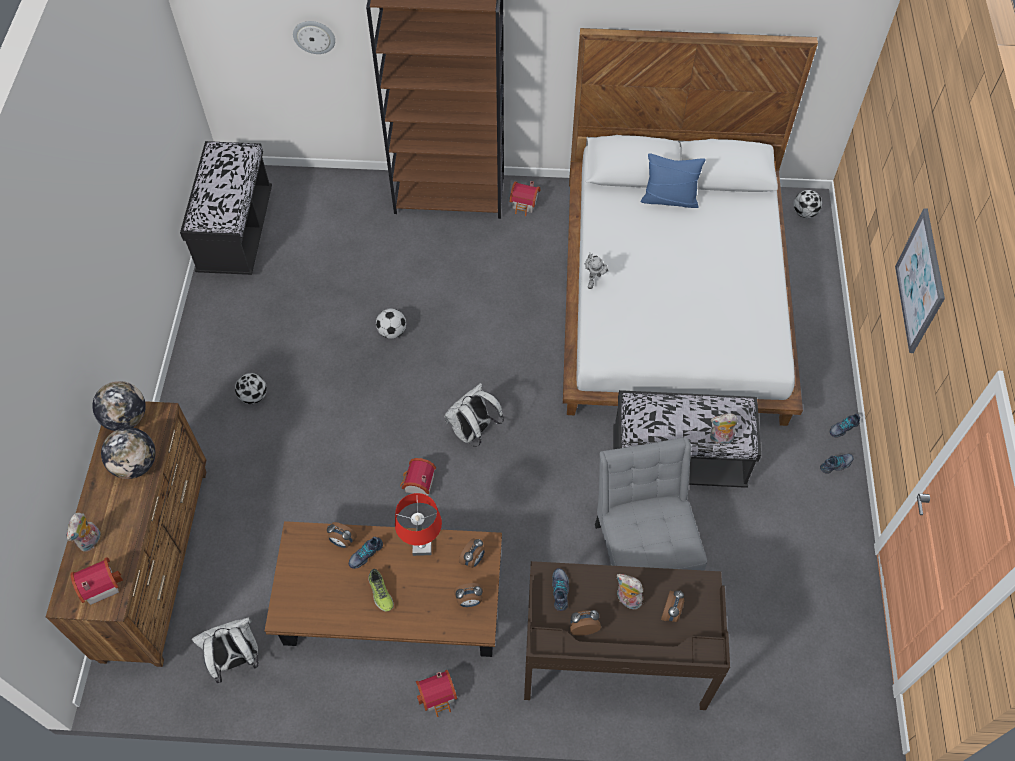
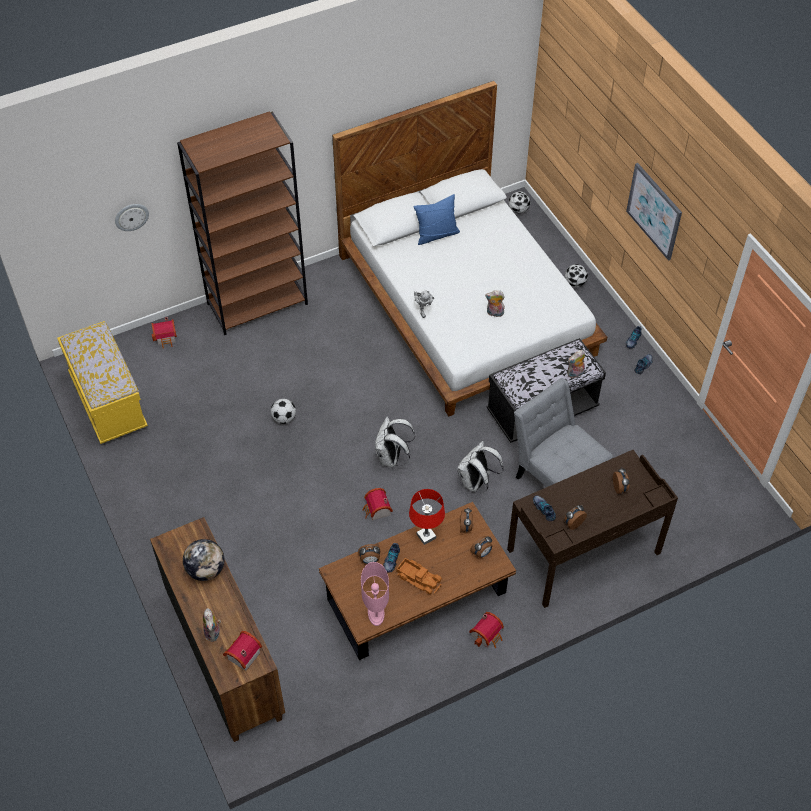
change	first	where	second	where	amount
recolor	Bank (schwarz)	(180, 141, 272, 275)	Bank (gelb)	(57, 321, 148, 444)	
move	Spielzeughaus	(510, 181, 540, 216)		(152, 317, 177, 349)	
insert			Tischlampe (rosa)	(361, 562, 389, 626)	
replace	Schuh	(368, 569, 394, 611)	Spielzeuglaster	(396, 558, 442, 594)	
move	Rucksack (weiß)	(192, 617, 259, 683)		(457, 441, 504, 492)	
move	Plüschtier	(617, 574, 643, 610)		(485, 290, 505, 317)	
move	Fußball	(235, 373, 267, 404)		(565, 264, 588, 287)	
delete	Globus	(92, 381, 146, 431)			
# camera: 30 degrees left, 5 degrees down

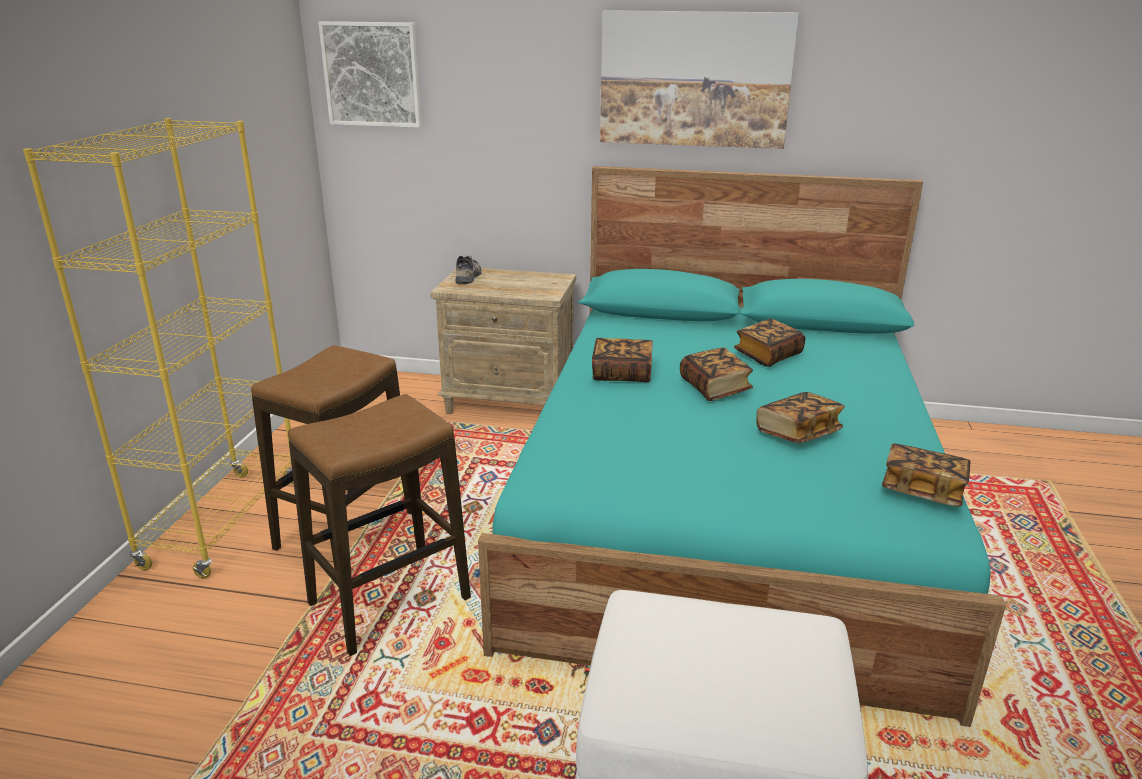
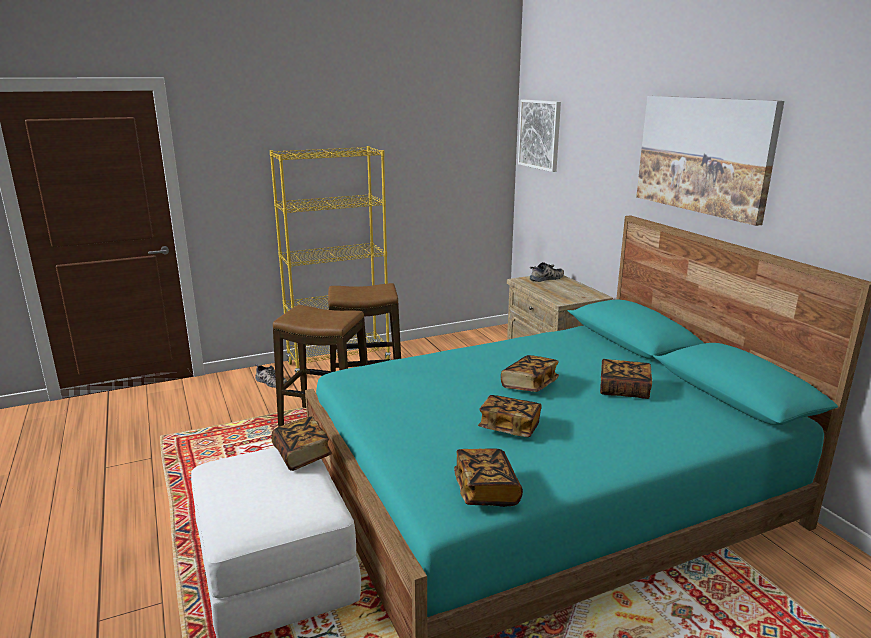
change	first	where	second	where	amount
insert			Schuh	(255, 364, 287, 388)	
move	Buch	(592, 338, 653, 382)		(271, 416, 332, 471)	
# camera: 55 degrees right, 5 degrees down

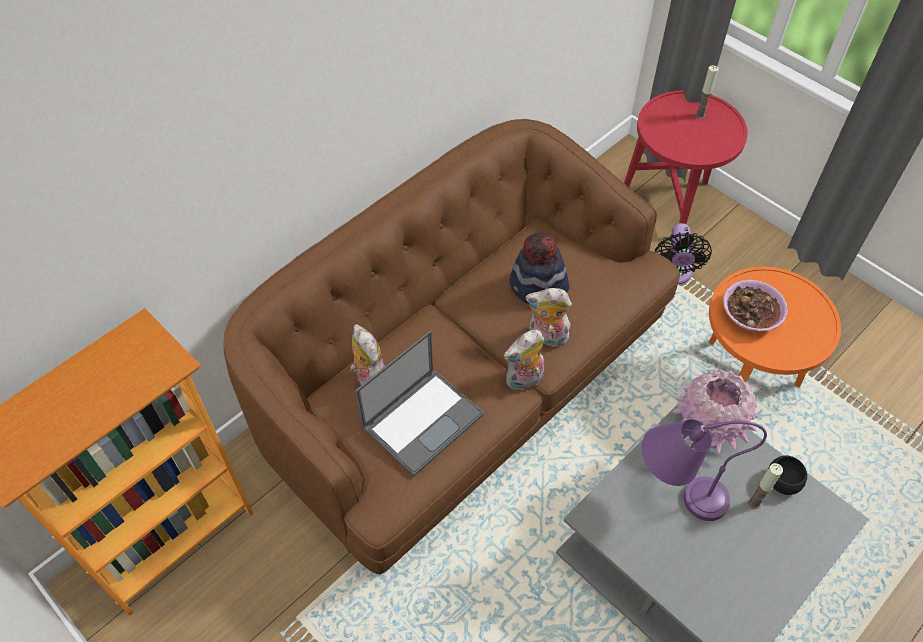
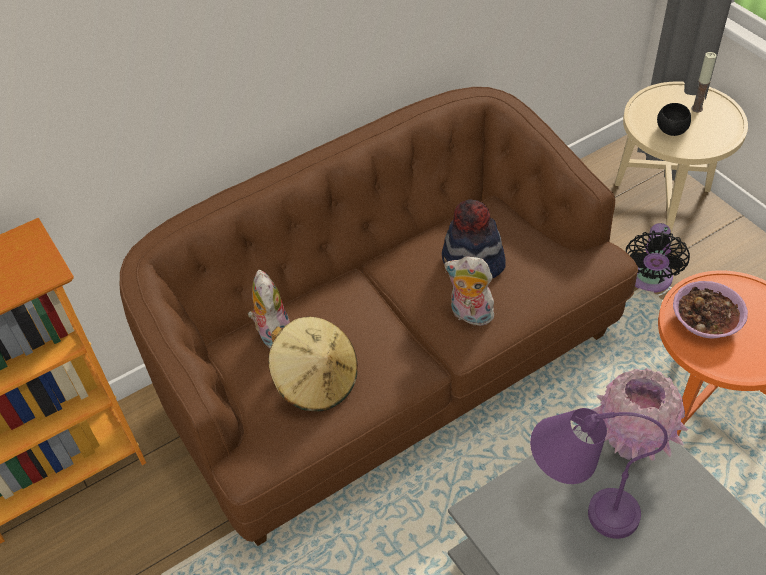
change	first	where	second	where	amount
replace	Laptop	(355, 331, 484, 477)	Hut (beige)	(268, 316, 358, 411)	
recolor	Beistelltisch (rot)	(624, 90, 748, 224)	Beistelltisch (beige)	(615, 81, 748, 233)	
move	Schüssel (schwarz)	(768, 455, 807, 495)		(657, 103, 691, 136)	
delete	Plüschtier	(504, 330, 544, 391)			
delete	Kerze	(748, 463, 783, 509)			
# camera: 15 degrees right, 5 degrees down

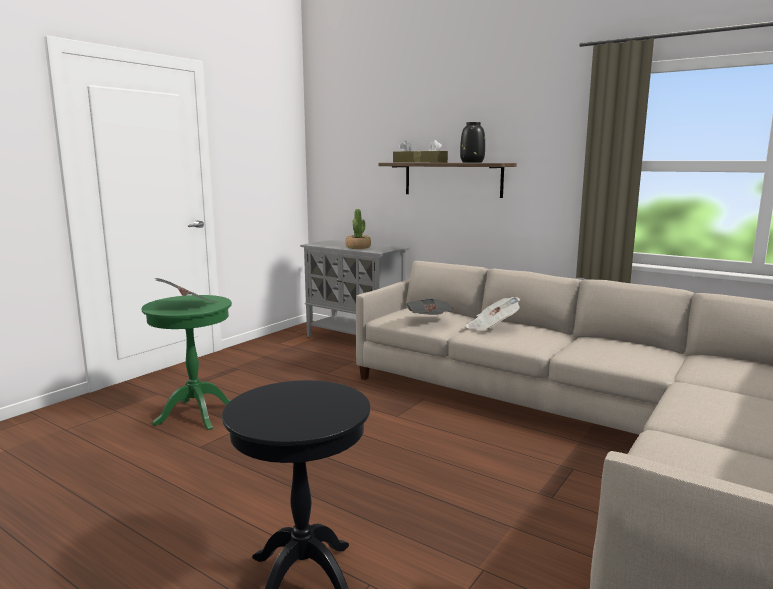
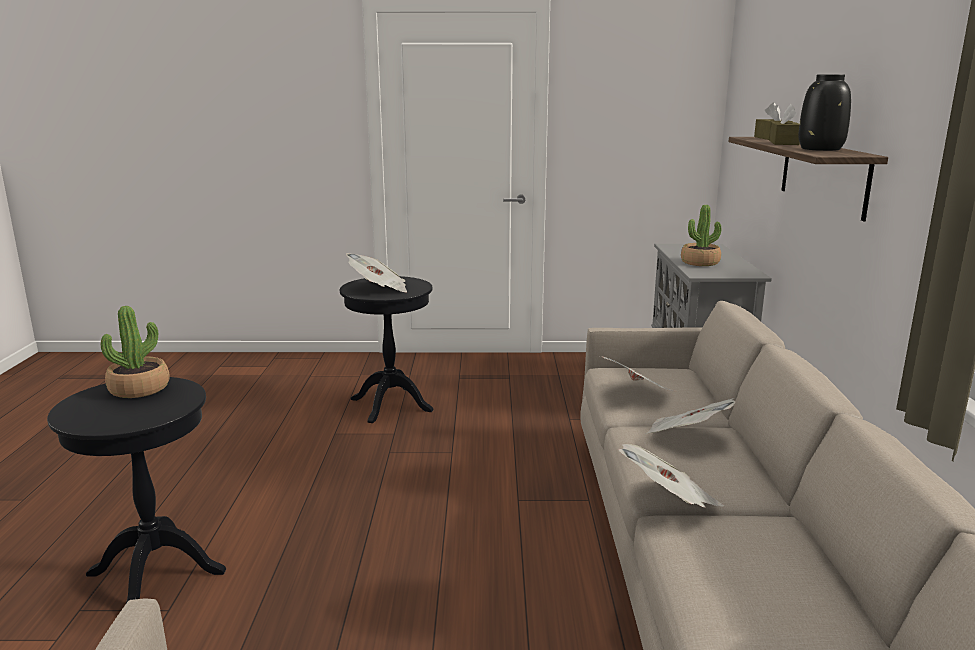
change	first	where	second	where	amount
insert			Topfpflanze	(101, 306, 170, 398)	
recolor	Beistelltisch (grün)	(142, 295, 232, 430)	Beistelltisch (schwarz)	(340, 276, 433, 423)	
insert			Zeitung	(618, 444, 724, 508)	
# camera: 55 degrees right, 5 degrees up

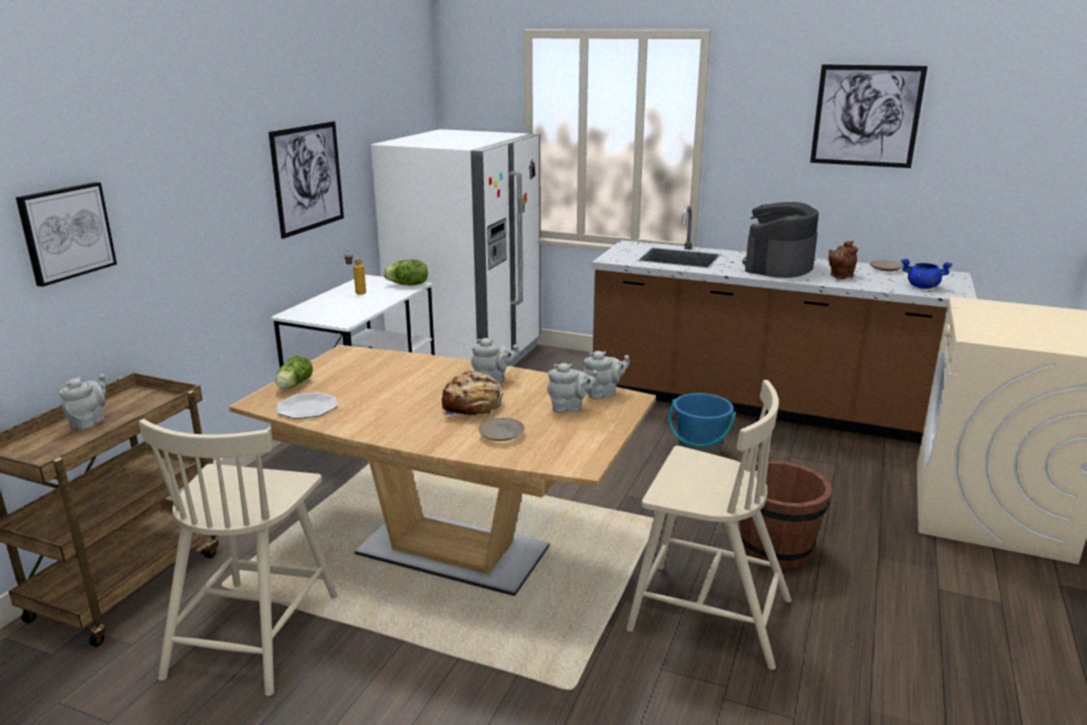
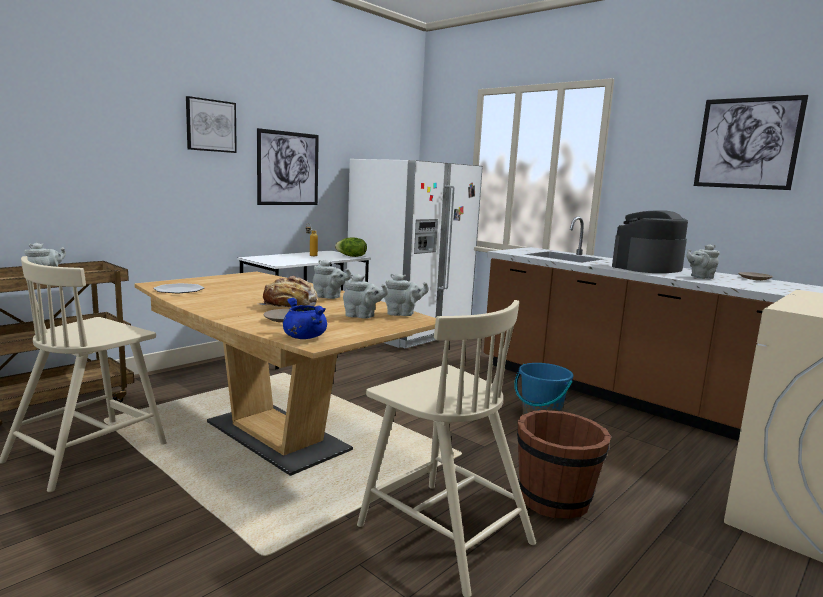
change	first	where	second	where	amount
move	Bild	(16, 182, 117, 287)		(186, 96, 237, 153)	
move	Kochtopf (blau)	(901, 259, 952, 289)		(283, 298, 327, 339)	
recolor	Teekanne (braun)	(828, 241, 858, 279)	Teekanne (grau)	(687, 244, 720, 279)	
delete	Salatkopf	(275, 356, 313, 389)			
# camera: 20 degrees right, 10 degrees down

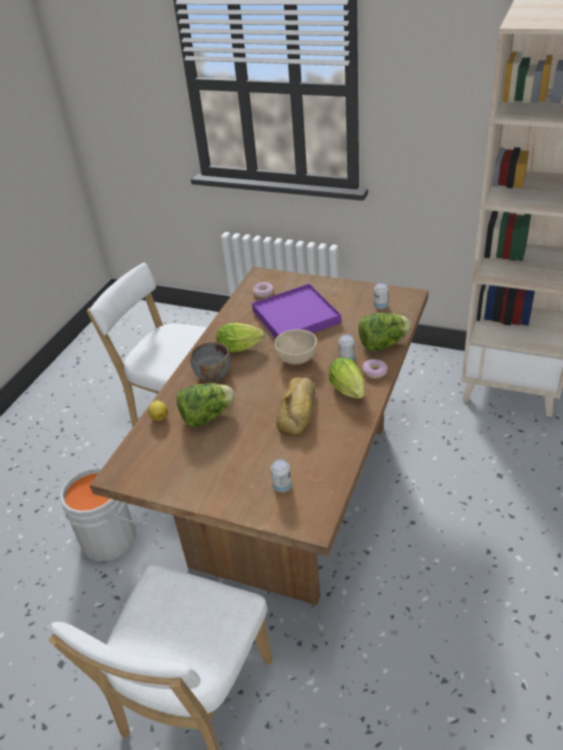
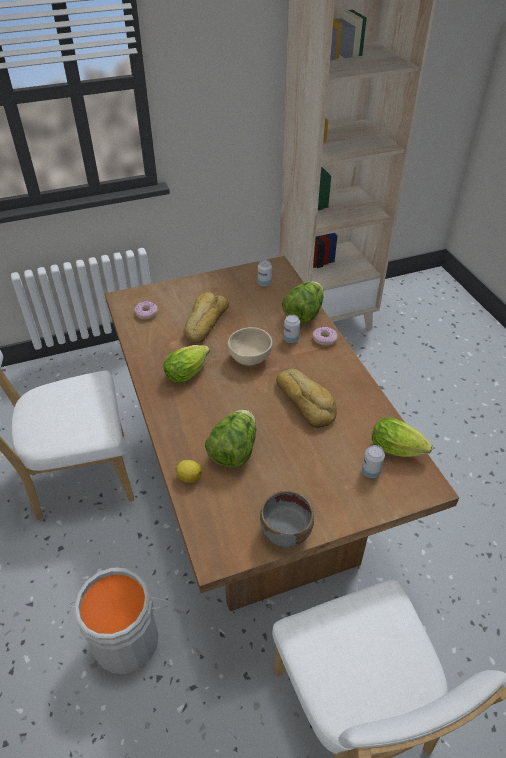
change	first	where	second	where	amount
replace	Tablett (lila)	(252, 284, 341, 338)	Brot	(183, 292, 229, 343)	
move	Schüssel (grau)	(190, 342, 231, 381)		(260, 491, 314, 547)	
move	Salatkopf	(329, 357, 365, 399)		(372, 417, 433, 457)	
# camera: 45 degrees left, 5 degrees up

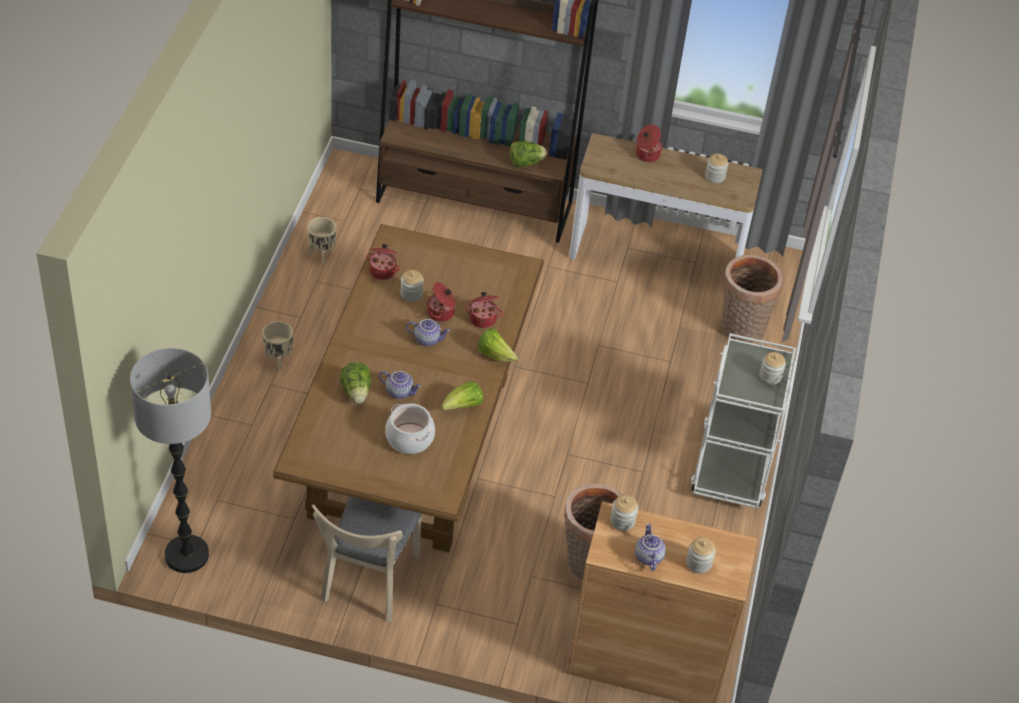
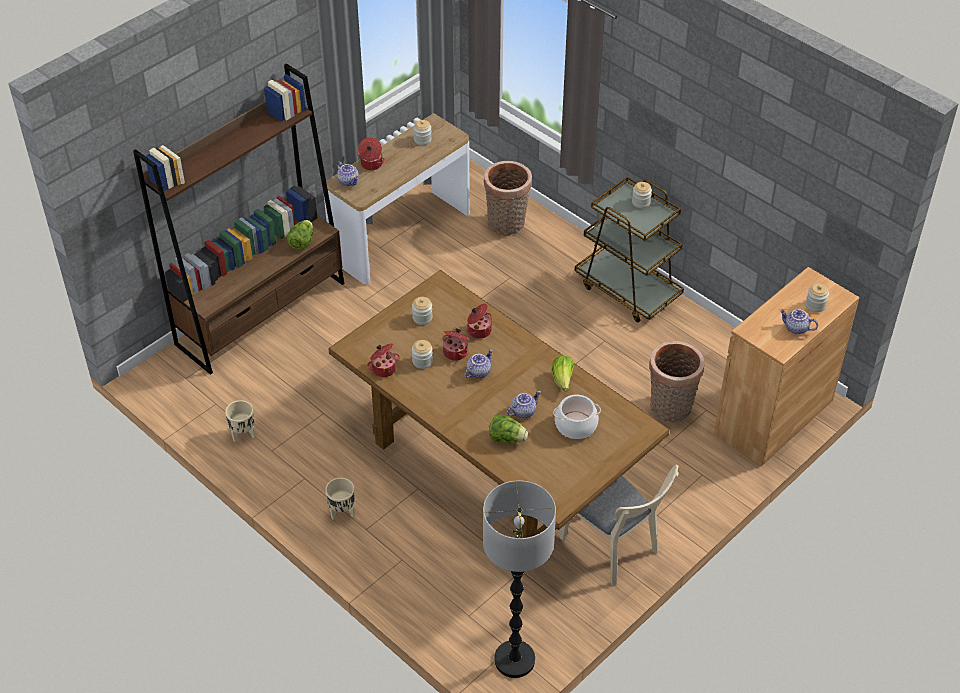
change	first	where	second	where	amount
insert			Teekanne	(337, 161, 359, 186)	
move	Vorratsglas	(610, 495, 638, 531)		(412, 297, 433, 325)	
recolor	Rollwagen (weiß)	(690, 333, 796, 509)	Rollwagen (braun)	(574, 176, 684, 323)	
delete	Salatkopf	(478, 329, 518, 362)			
# camera: 55 degrees left, 0 degrees up

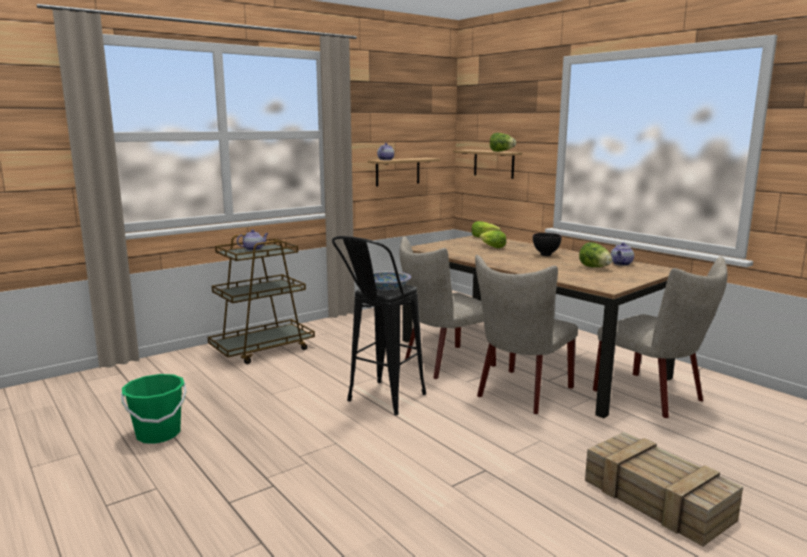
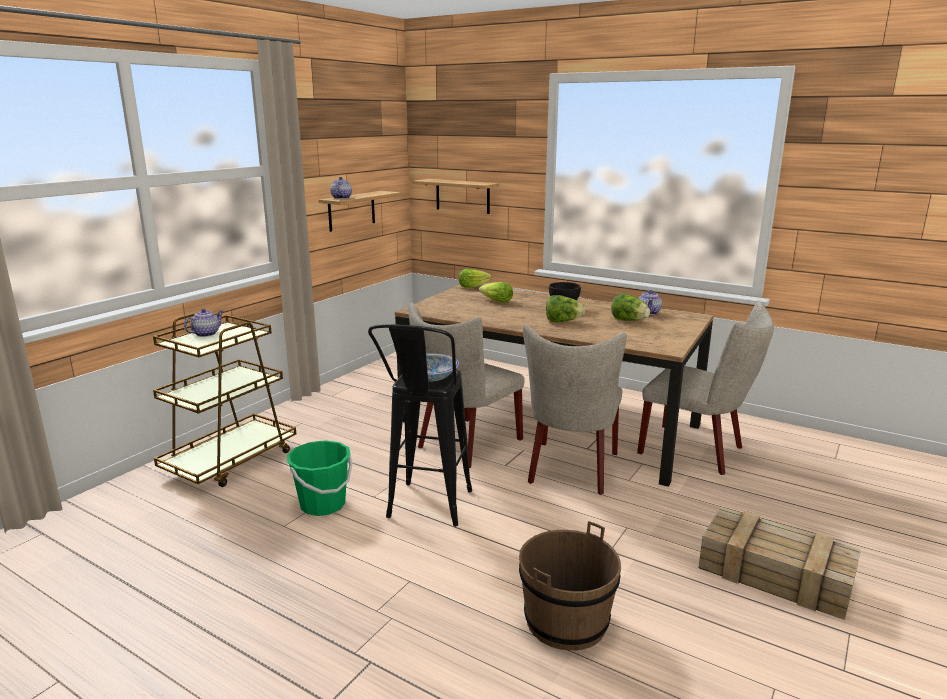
change	first	where	second	where	amount
move	Eimer (grün)	(121, 374, 186, 444)		(287, 440, 352, 516)	
insert			Eimer (braun)	(519, 521, 621, 651)	
move	Salatkopf	(490, 133, 516, 152)		(546, 295, 585, 322)	
# camera: 20 degrees left, 5 degrees up

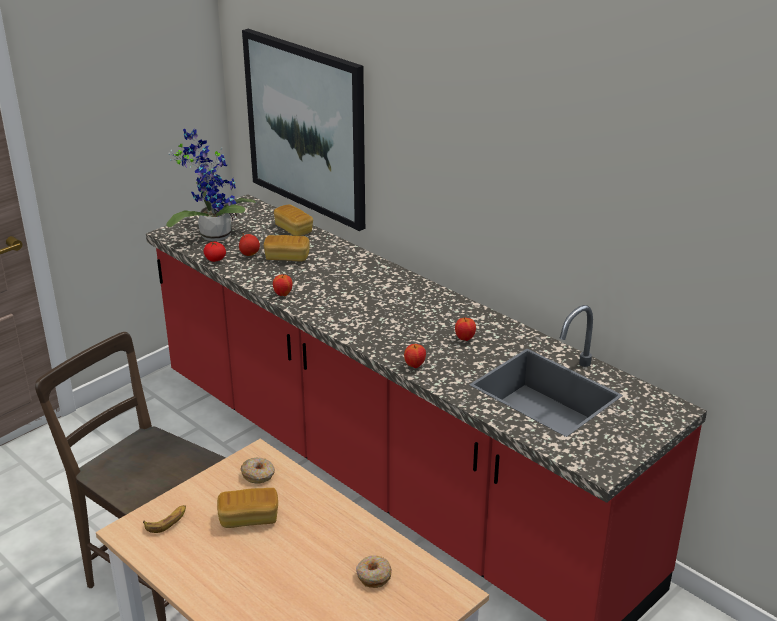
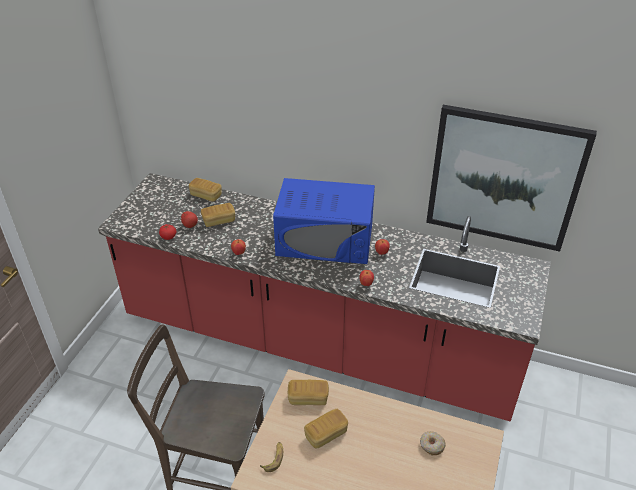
change	first	where	second	where	amount
insert			Mikrowelle (blau)	(273, 178, 375, 264)	
replace	Donut	(240, 458, 275, 484)	Brot	(288, 380, 329, 405)	
move	Bild	(242, 29, 365, 231)		(426, 105, 597, 252)	
delete	Topfpflanze	(166, 128, 257, 241)			
# camera: 25 degrees left, 10 degrees up

